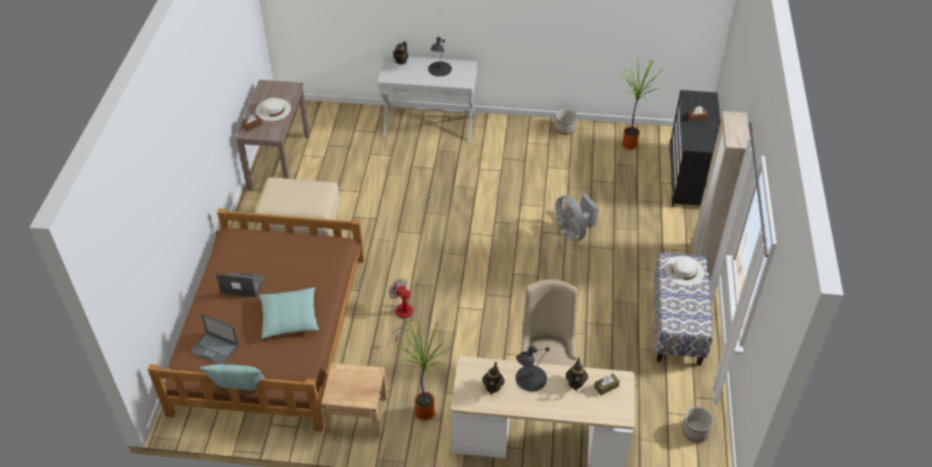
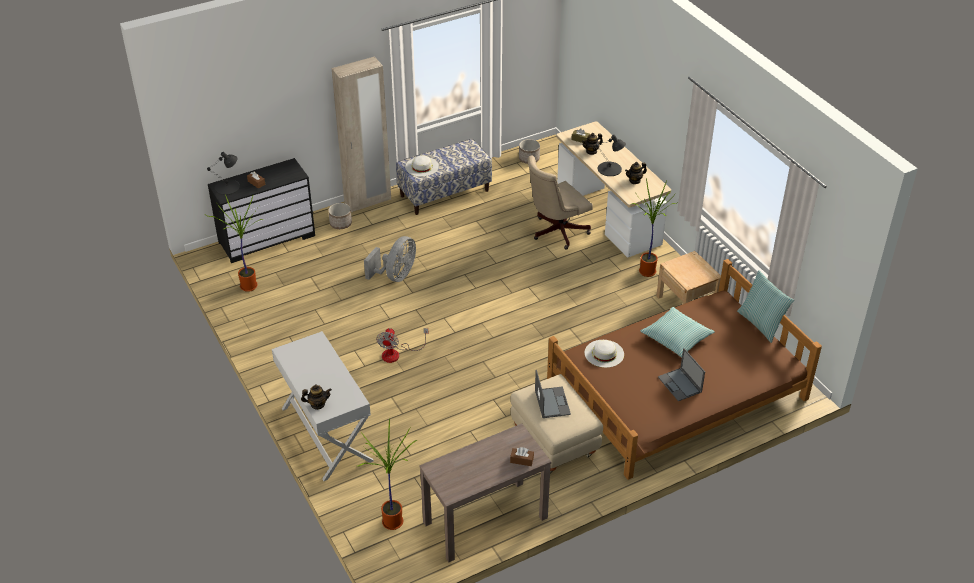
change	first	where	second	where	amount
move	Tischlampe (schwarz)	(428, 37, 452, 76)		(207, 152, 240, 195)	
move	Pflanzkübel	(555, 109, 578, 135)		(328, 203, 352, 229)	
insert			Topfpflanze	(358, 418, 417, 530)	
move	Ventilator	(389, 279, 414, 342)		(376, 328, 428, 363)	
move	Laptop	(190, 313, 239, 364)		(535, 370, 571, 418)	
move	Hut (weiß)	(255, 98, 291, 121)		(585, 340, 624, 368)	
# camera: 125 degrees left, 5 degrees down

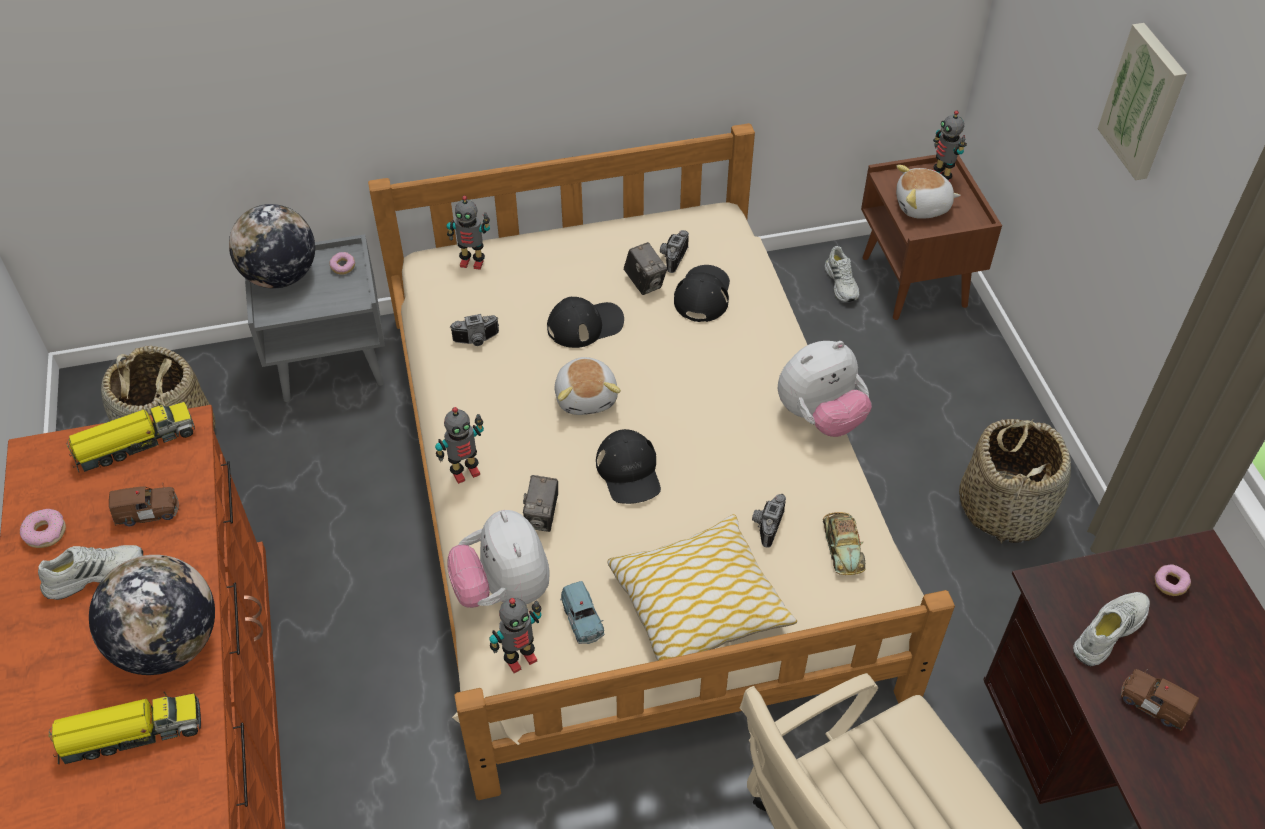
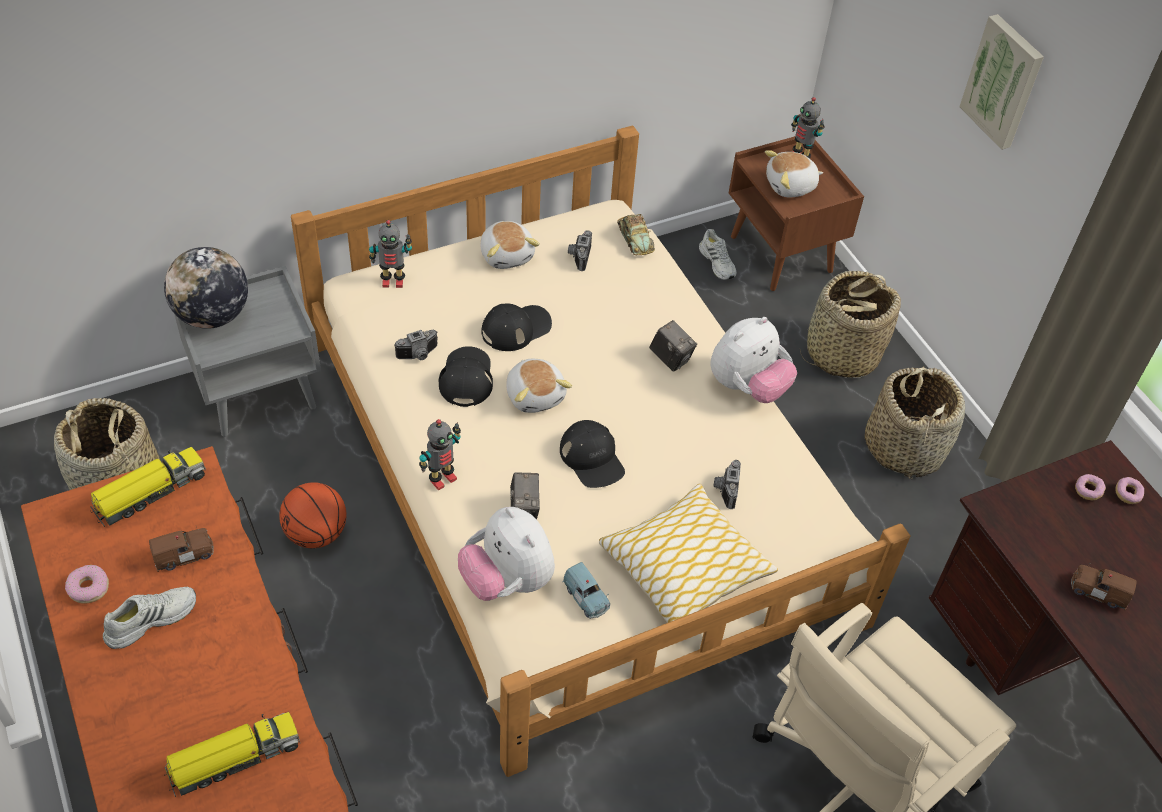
change	first	where	second	where	amount
insert			Basketball	(279, 482, 346, 548)	
move	Kappe (schwarz)	(674, 265, 730, 322)		(438, 346, 493, 407)	
insert			Plüschtier	(480, 221, 540, 269)	
move	Spielzeugauto	(823, 512, 865, 575)		(617, 214, 655, 255)	
move	Kamera	(624, 242, 667, 295)		(649, 320, 697, 372)	
insert			Korb	(800, 271, 901, 378)	
move	Donut	(329, 252, 355, 275)		(1115, 477, 1144, 504)	
delete	Globus	(89, 555, 215, 675)			
delete	Spielzeugroboter	(489, 598, 542, 673)			
delete	Schuh (weiß)	(1073, 592, 1150, 666)			
# camera: 15 degrees left, 0 degrees up

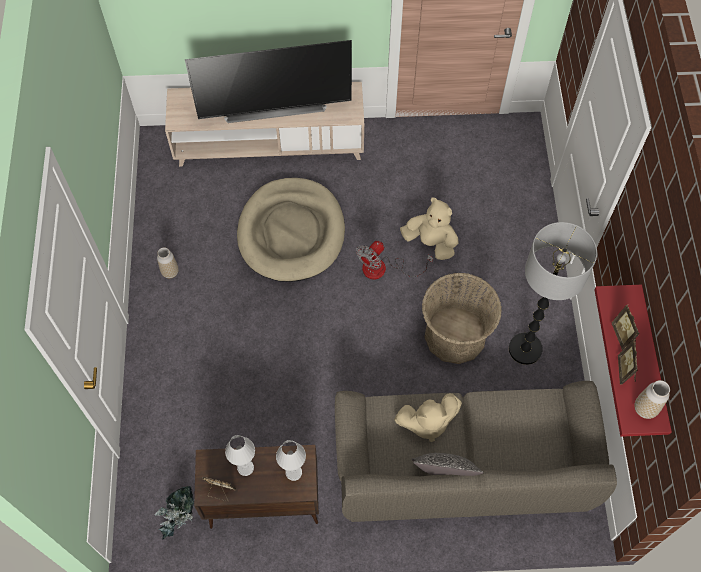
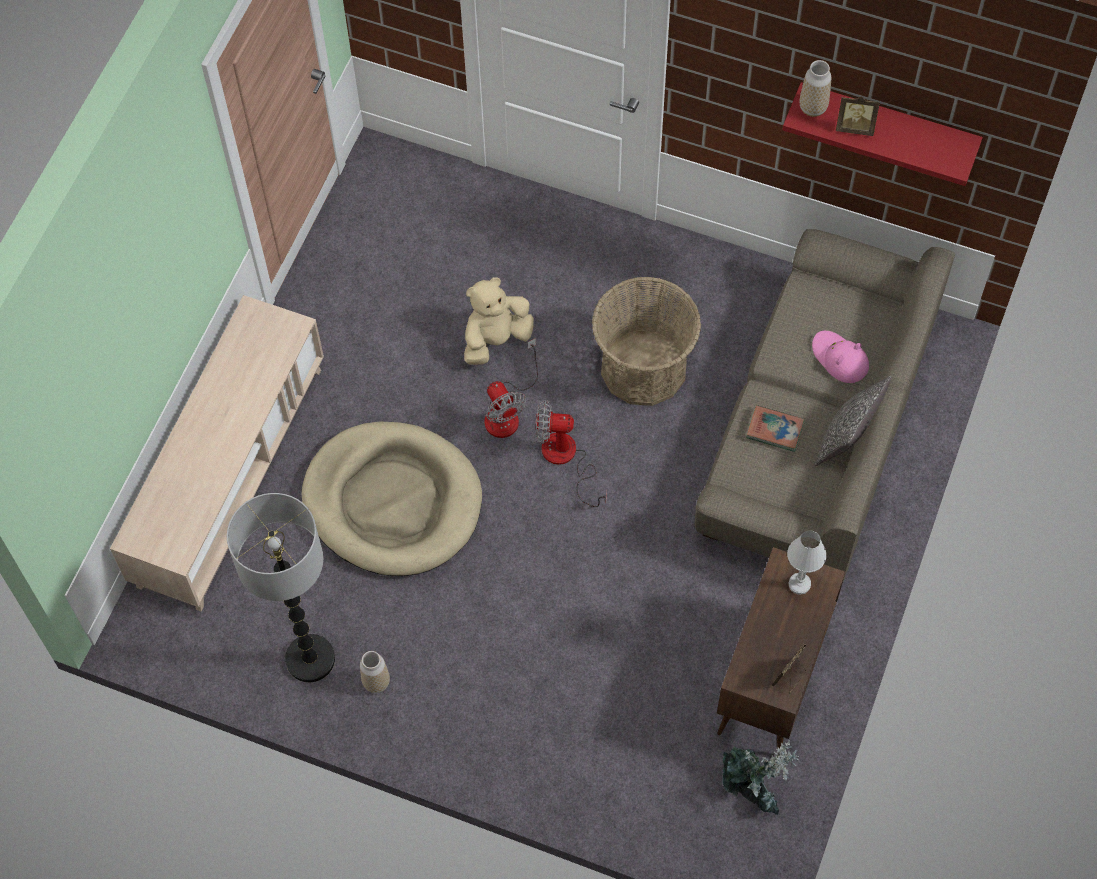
change	first	where	second	where	amount
move	Stehlampe	(509, 222, 597, 365)		(227, 493, 335, 682)	
insert			Ventilator	(536, 400, 607, 507)	
replace	Plüschtier (beige)	(394, 393, 462, 442)	Buch	(746, 405, 805, 452)	
move	Vase	(634, 380, 670, 419)		(799, 60, 831, 117)	
insert			Hut (rosa)	(812, 331, 869, 383)	
delete	Fernseher	(185, 40, 352, 123)			
delete	Tischlampe (weiß)	(225, 435, 255, 476)			
delete	Bilderrahmen	(618, 340, 638, 384)			
# camera: 65 degrees left, 0 degrees up

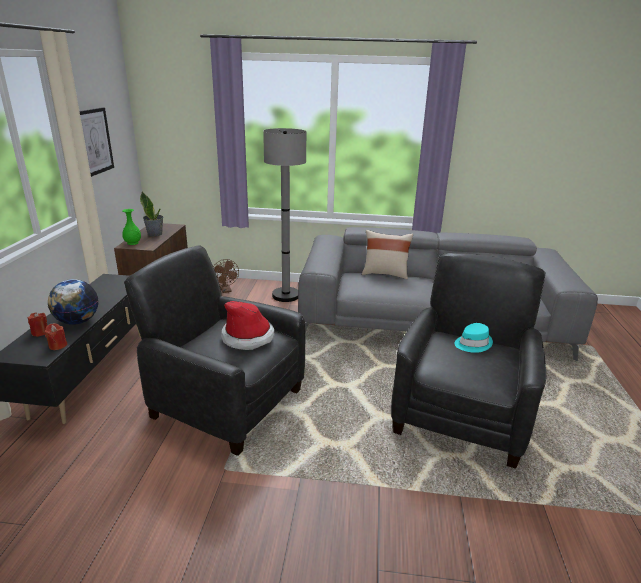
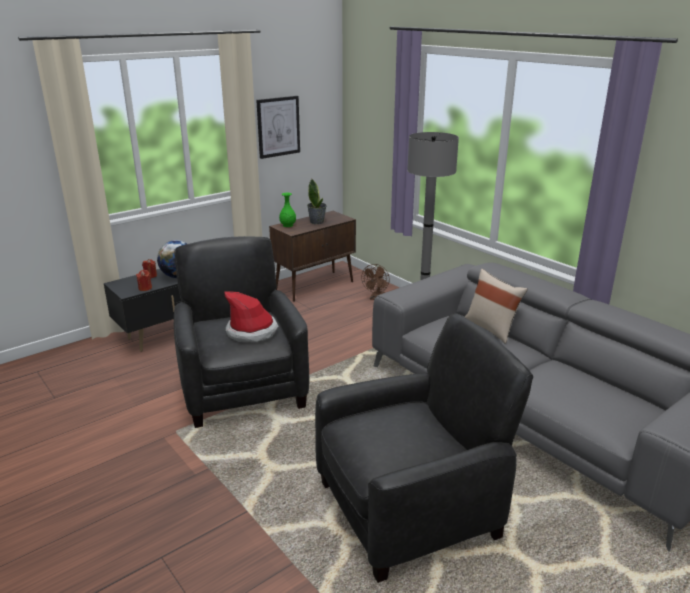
change	first	where	second	where	amount
delete	Hut (türkis)	(454, 323, 493, 353)			
# camera: 45 degrees right, 0 degrees up

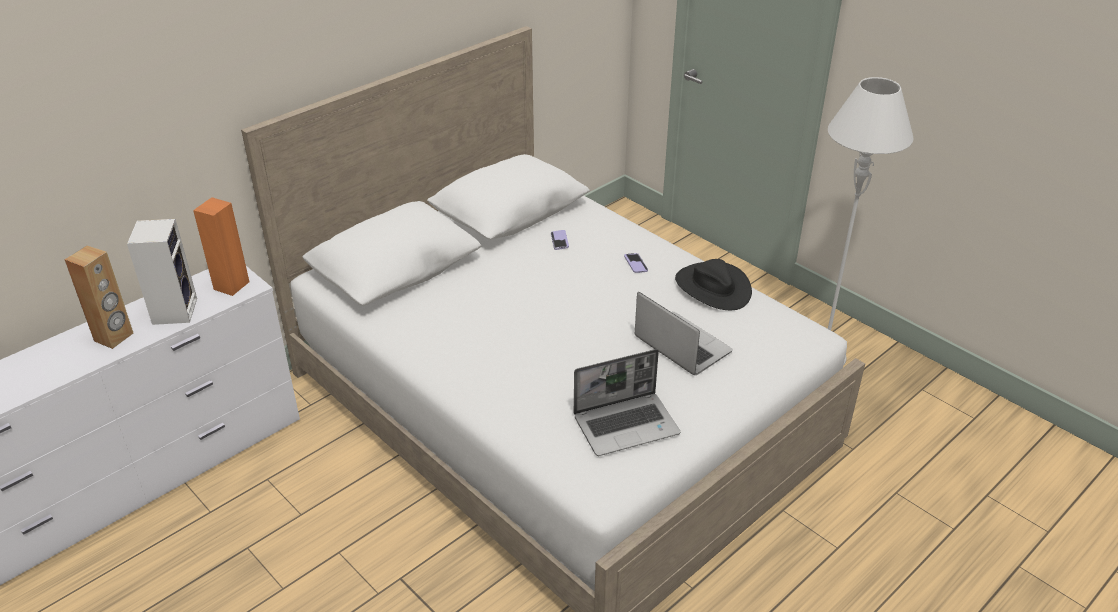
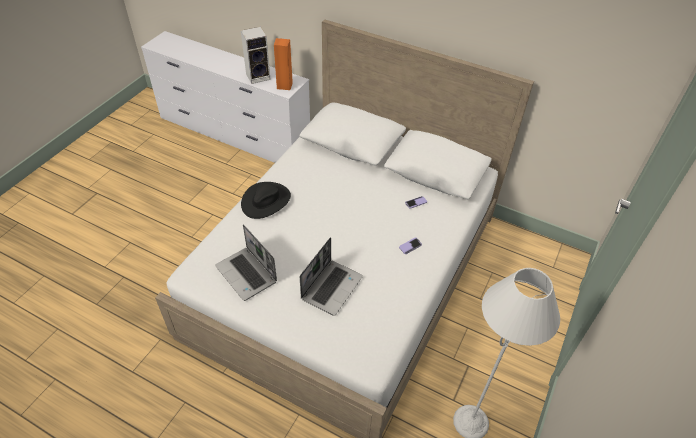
change	first	where	second	where	amount
move	Hut (schwarz)	(675, 259, 752, 310)		(241, 182, 291, 219)	
delete	Lautsprecher (braun)	(65, 246, 133, 349)			
# camera: 70 degrees right, 10 degrees up

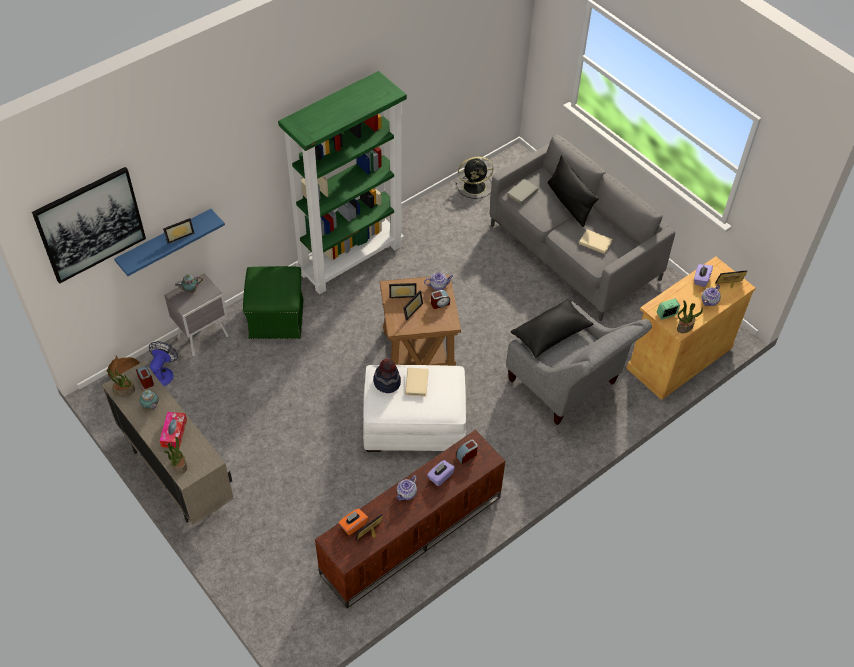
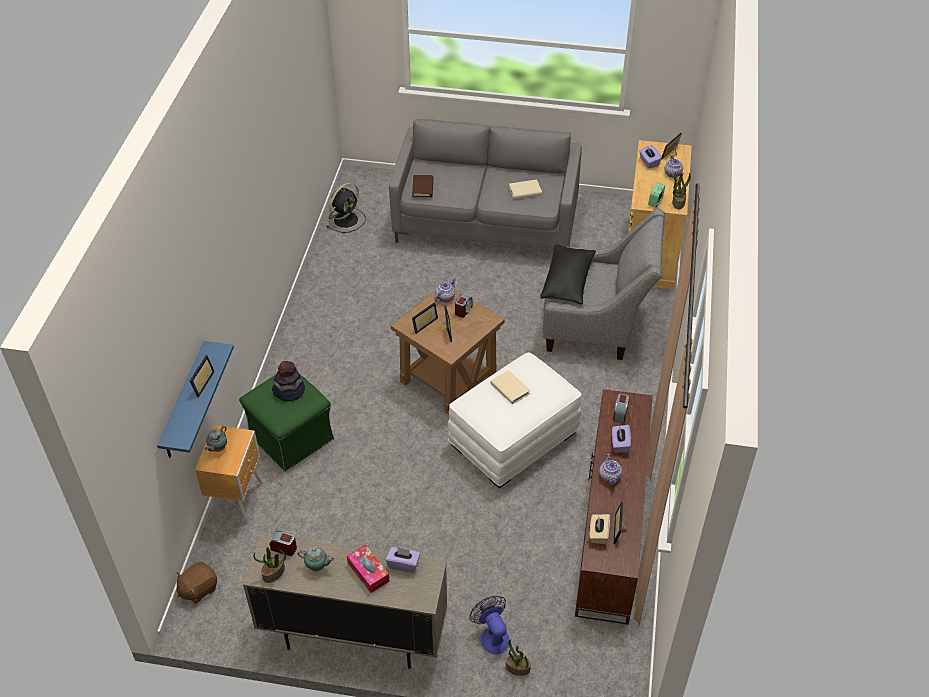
change	first	where	second	where	amount
recolor	Nachttisch (grau)	(164, 273, 229, 356)	Nachttisch (braun)	(195, 425, 263, 524)	
move	Hut	(373, 358, 401, 393)		(272, 361, 305, 401)	
insert			Taschentuchbox (lila)	(386, 547, 420, 573)	
recolor	Buch (grau)	(507, 179, 538, 204)	Buch (braun)	(412, 175, 433, 197)	
move	Ventilator	(149, 341, 178, 386)		(469, 596, 510, 654)	
move	Topfpflanze	(163, 437, 187, 473)		(506, 639, 531, 676)	
recolor	Taschentuchbox (orange)	(339, 508, 368, 535)	Taschentuchbox (beige)	(590, 514, 610, 544)	
delete	Bild	(32, 167, 146, 284)			
delete	Bücherregal (grün)	(278, 71, 407, 294)			
delete	Kissen (schwarz)	(548, 155, 599, 227)			
# camera: 40 degrees left, 5 degrees down

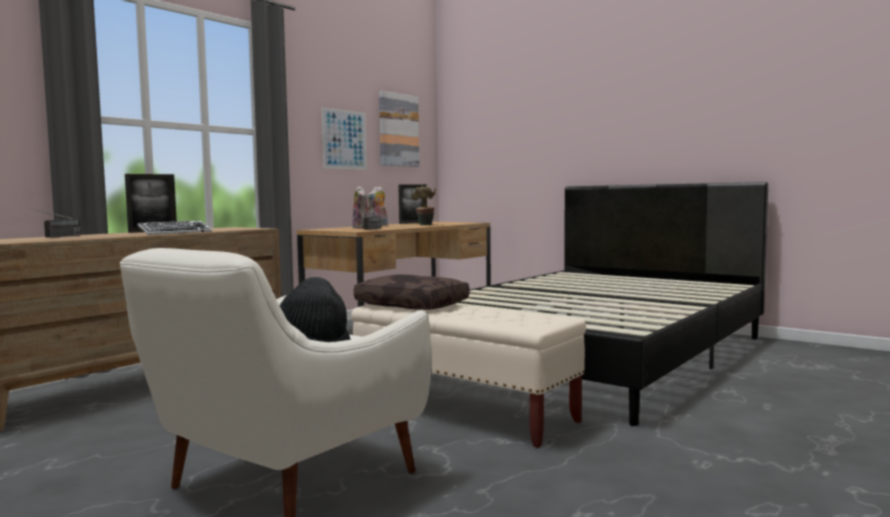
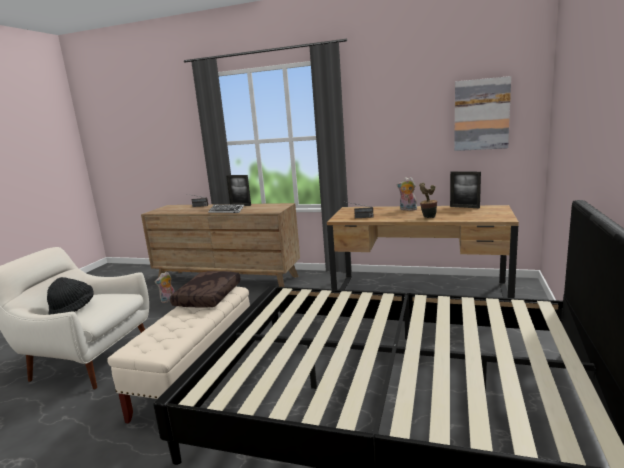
change	first	where	second	where	amount
move	Plüschtier	(352, 186, 370, 229)		(155, 272, 175, 303)	
delete	Bild	(322, 107, 367, 170)			
# camera: 70 degrees right, 10 degrees up

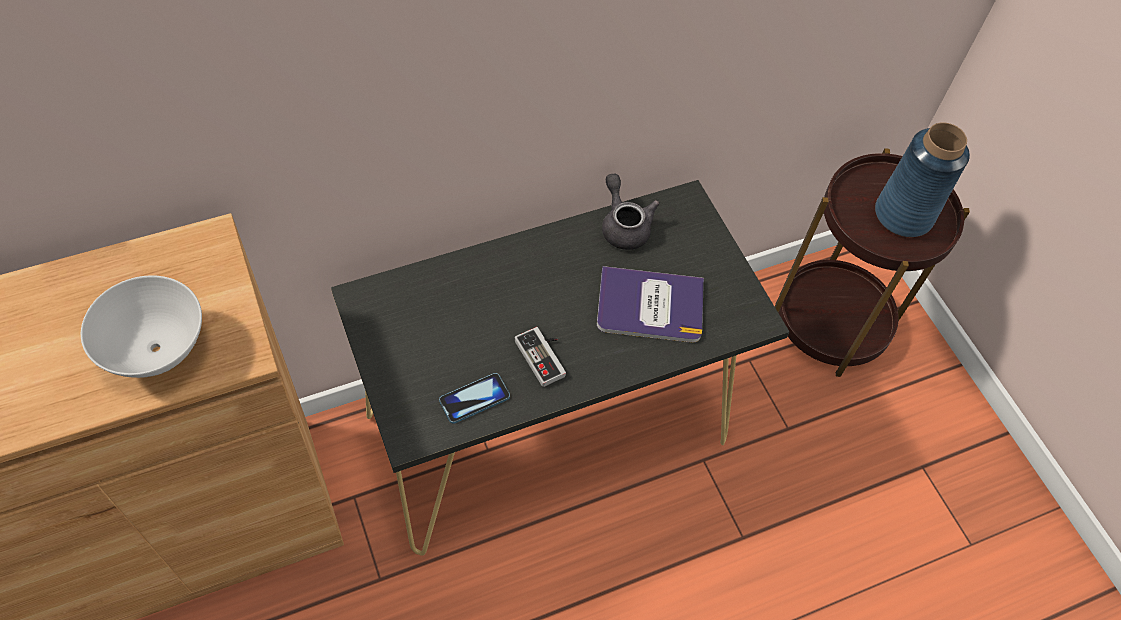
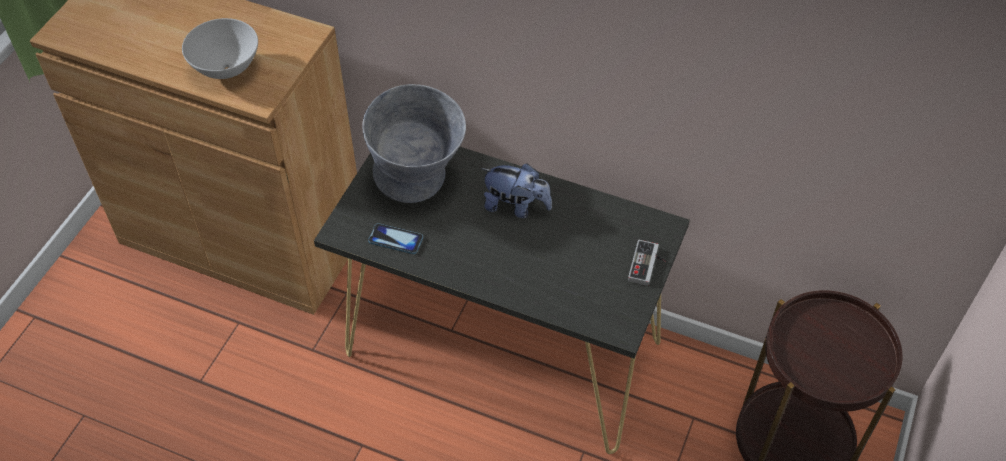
change	first	where	second	where	amount
insert			Schüssel (grau)	(362, 84, 466, 203)	
insert			Plüschtier	(481, 163, 552, 218)	
move	Gamepad	(515, 327, 566, 387)		(628, 240, 666, 286)	
delete	Buch	(597, 266, 704, 343)			
delete	Teekanne (grau)	(602, 174, 660, 250)			
delete	Vase (blau)	(875, 122, 970, 237)			
# camera: 50 degrees right, 5 degrees down

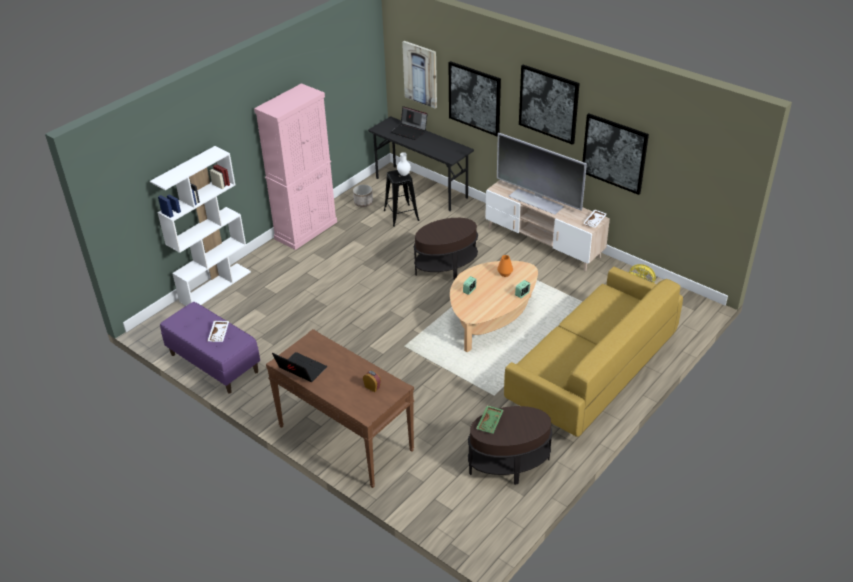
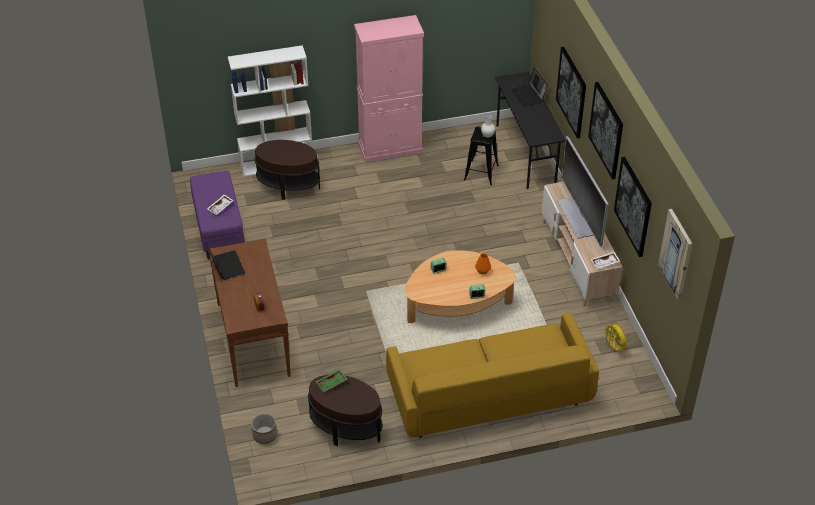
change	first	where	second	where	amount
move	Pflanzkübel	(353, 185, 373, 207)		(251, 413, 277, 444)	
move	Beistelltisch (braun)	(414, 218, 478, 280)		(254, 140, 320, 200)	
move	Bild	(402, 41, 437, 109)		(658, 209, 692, 300)	
# camera: 35 degrees right, 5 degrees up

